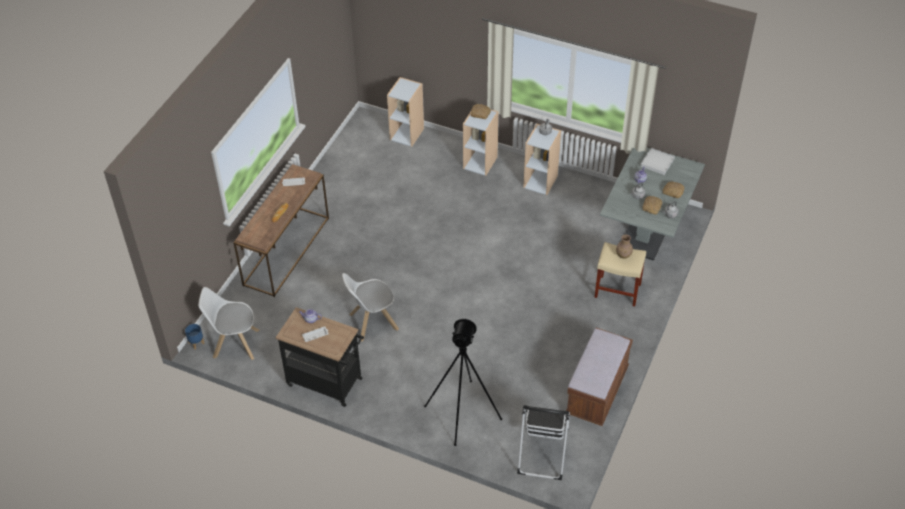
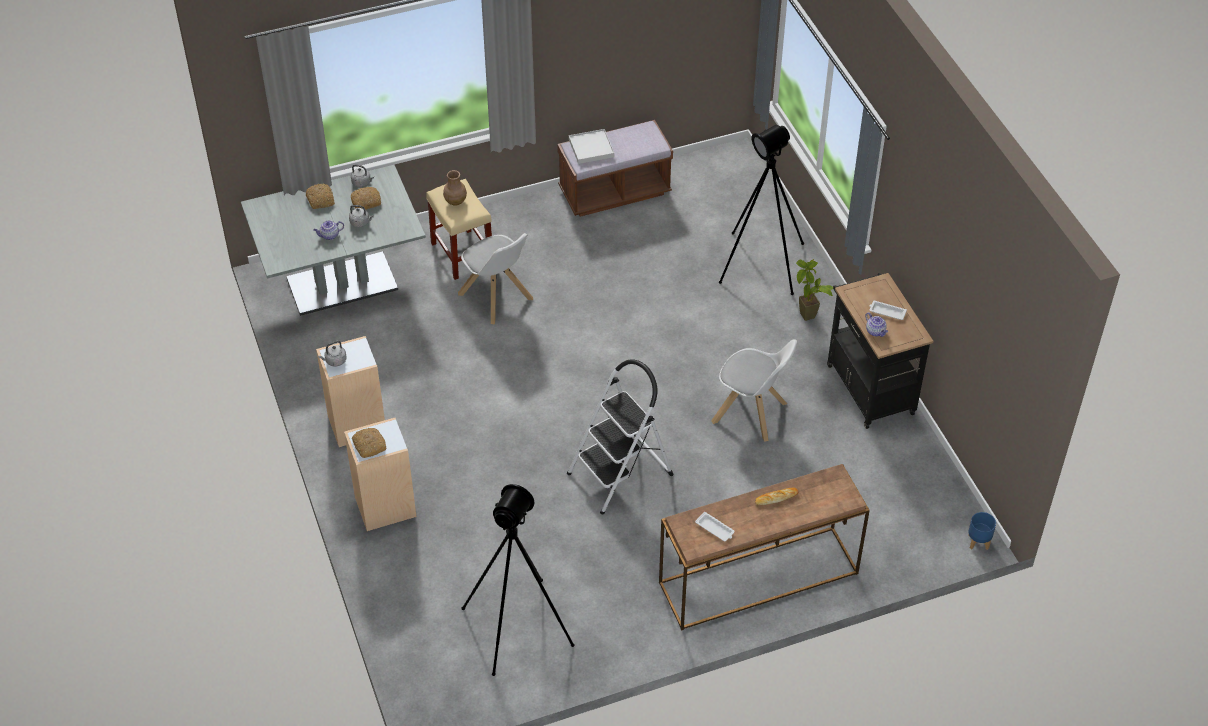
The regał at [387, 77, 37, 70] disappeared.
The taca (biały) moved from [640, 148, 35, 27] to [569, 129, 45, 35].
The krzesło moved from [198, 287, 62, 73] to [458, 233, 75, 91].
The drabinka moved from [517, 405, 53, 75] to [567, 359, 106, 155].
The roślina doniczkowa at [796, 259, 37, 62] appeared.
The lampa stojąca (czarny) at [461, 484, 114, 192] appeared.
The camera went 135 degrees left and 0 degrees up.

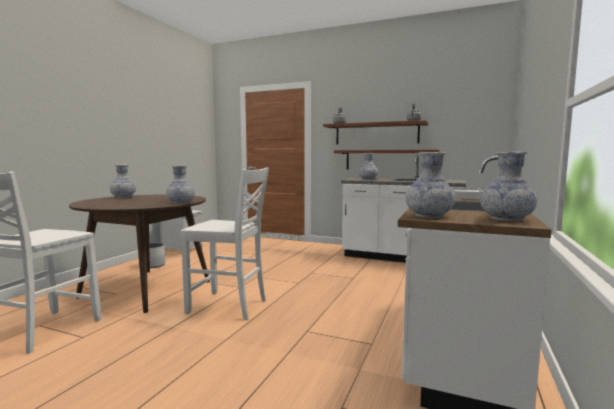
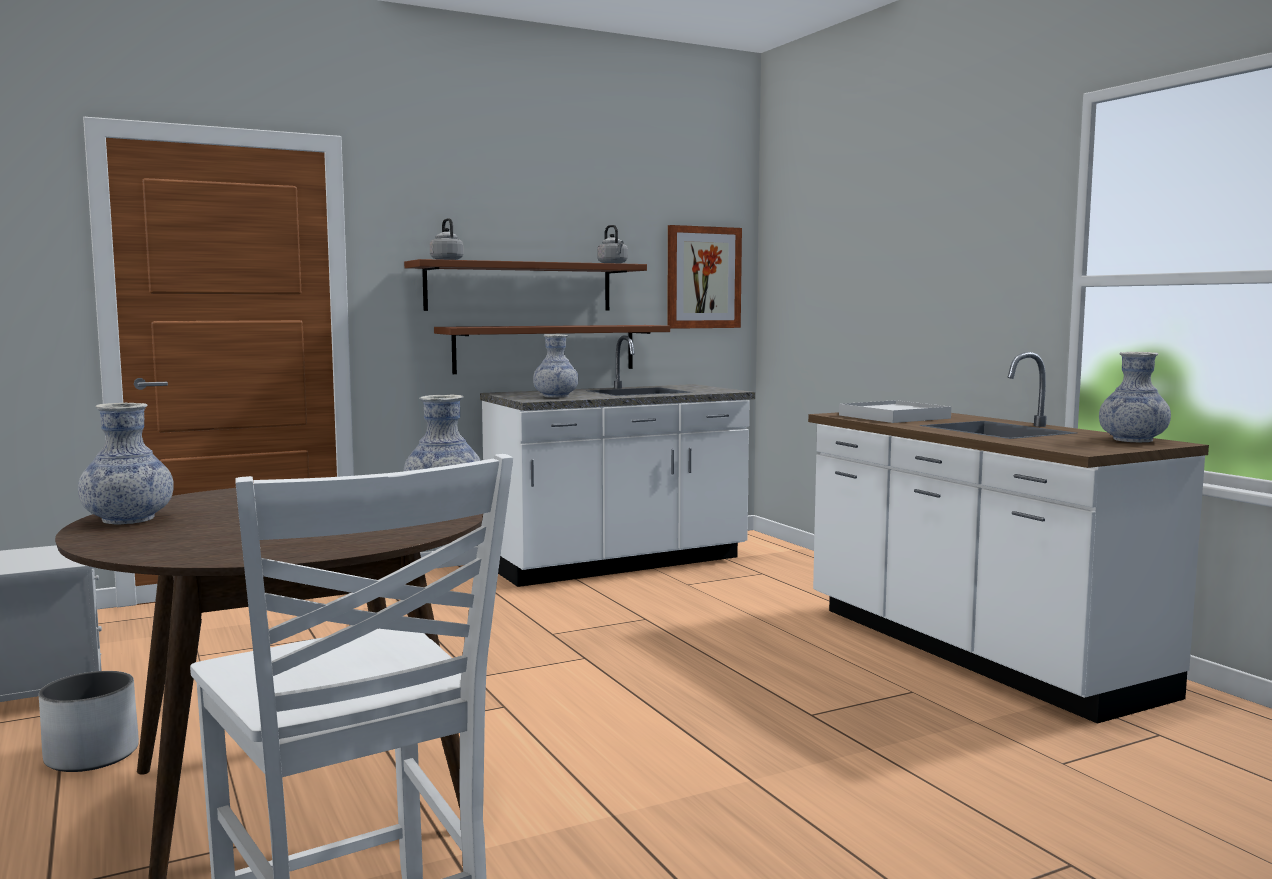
The wazon at [406, 152, 49, 66] disappeared.
The krzesło (biały) at [181, 167, 88, 153] disappeared.
The obraz at [667, 225, 75, 104] appeared.
The camera went 50 degrees left and 0 degrees up.

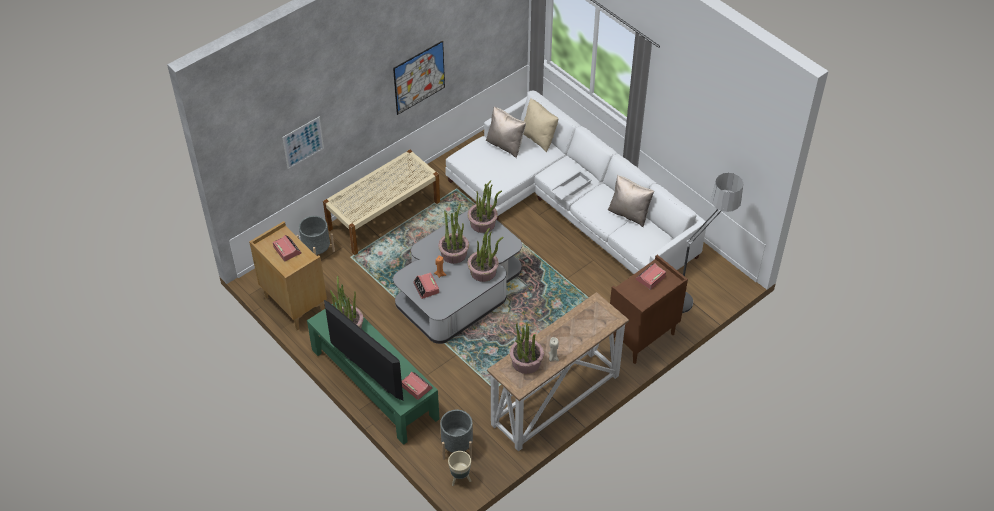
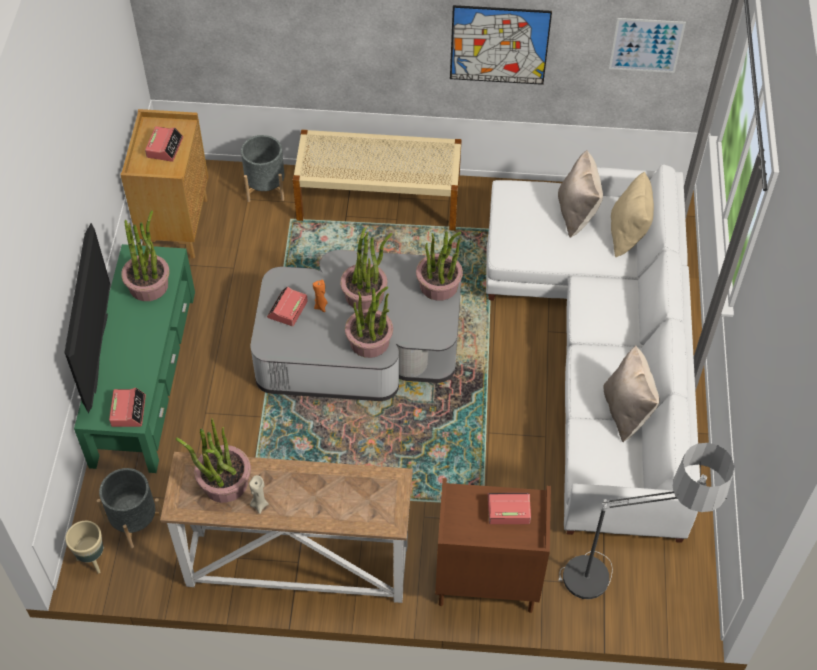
The obraz moved from [282, 117, 42, 52] to [609, 18, 77, 55].
The taca (biały) at [550, 171, 42, 29] disappeared.
The camera went 45 degrees right and 5 degrees up.

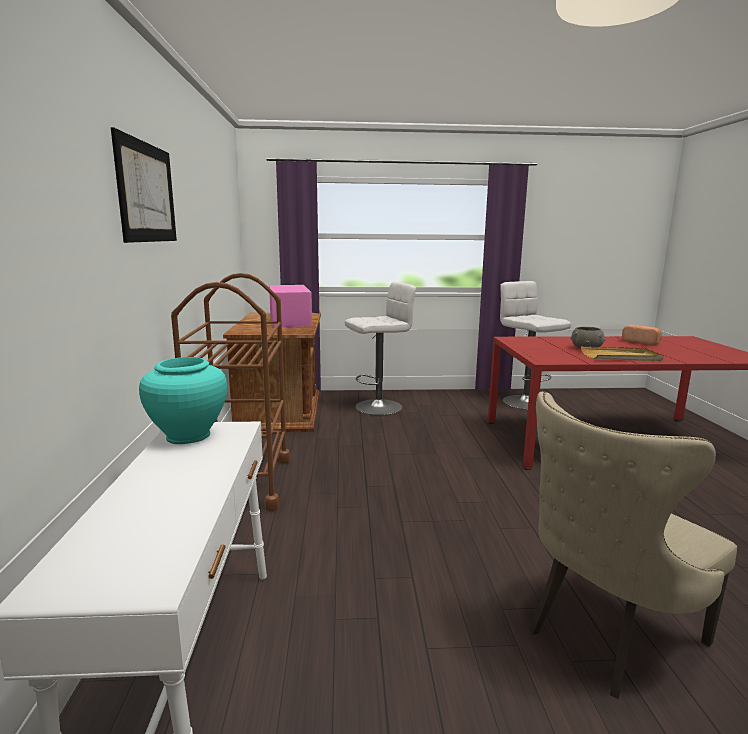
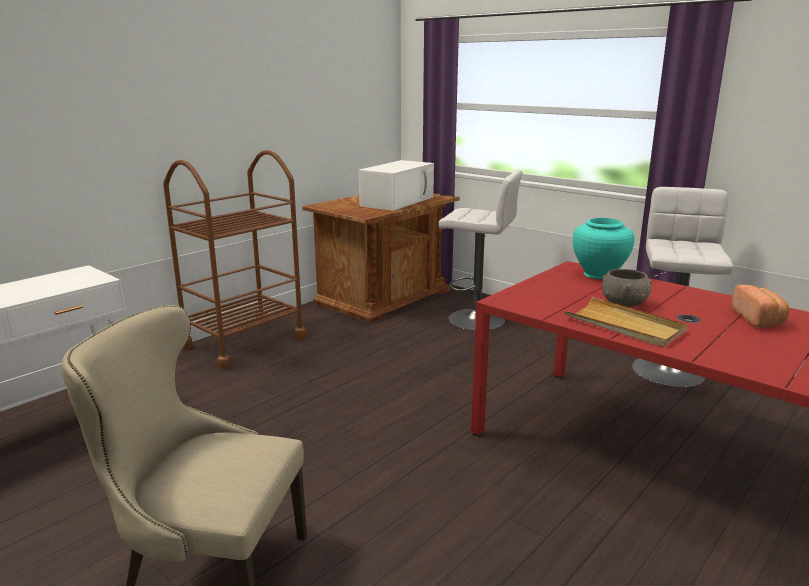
The obraz at [111, 127, 66, 116] disappeared.
The mikrofalówka (różowy) at [269, 285, 43, 42] became the mikrofalówka (biały) at [359, 160, 75, 51].
The wazon (turkusowy) moved from [139, 357, 88, 87] to [573, 218, 62, 62].
The camera went 45 degrees right and 5 degrees up.

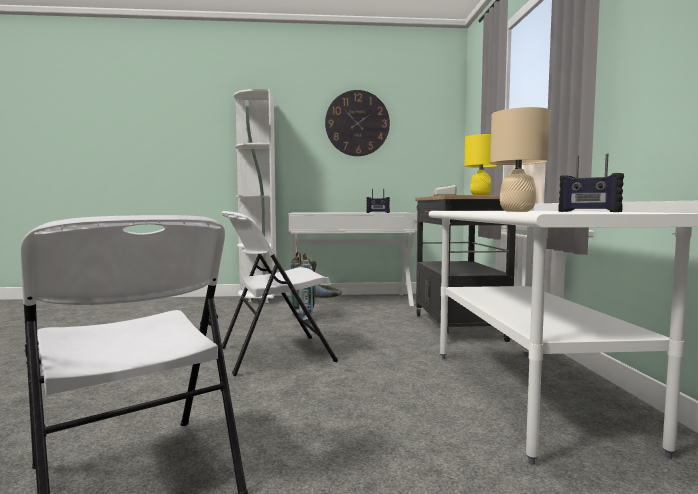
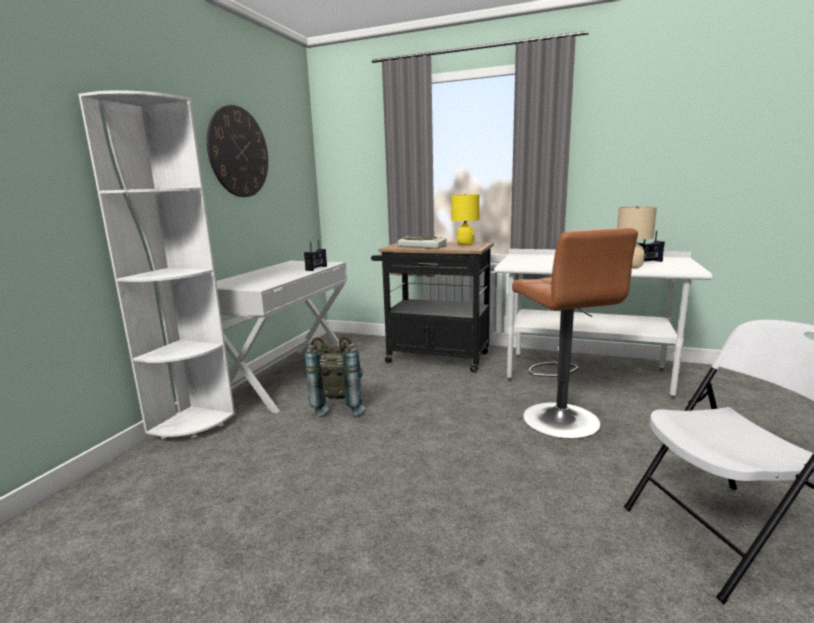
The krzesło (biały) at [221, 211, 117, 165] disappeared.
The stołek (brązowy) at [512, 228, 126, 211] appeared.
The camera went 65 degrees left and 10 degrees up.

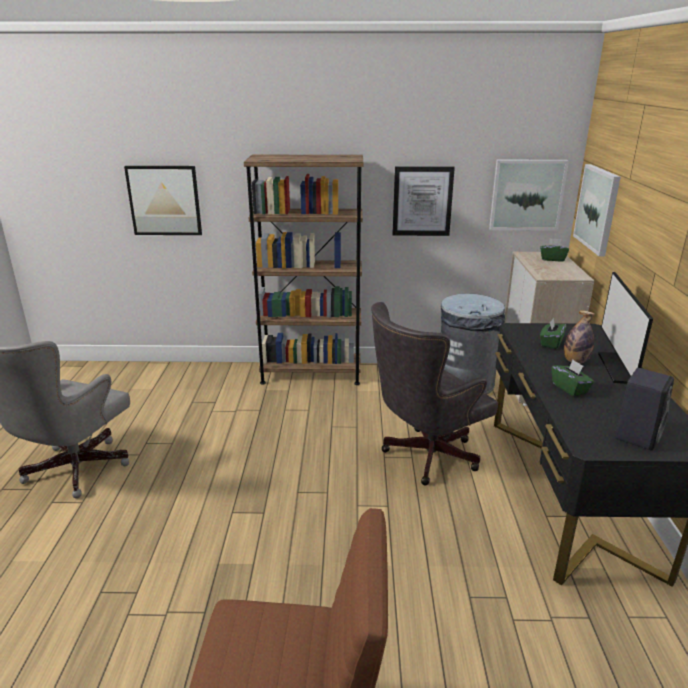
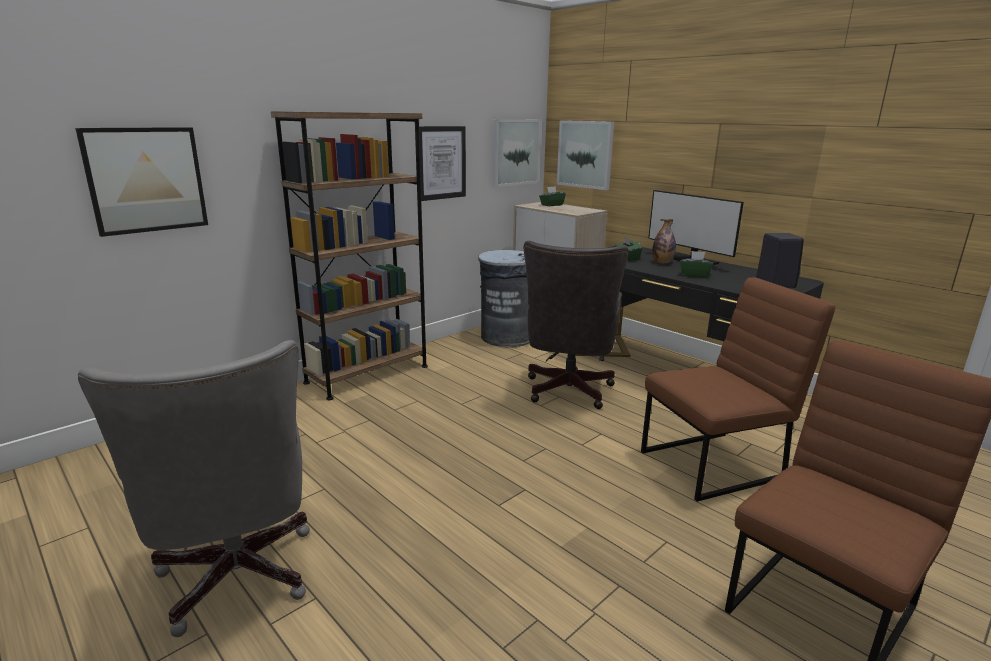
The krzesło (brązowy) at [641, 277, 194, 225] appeared.
The camera went 45 degrees left and 5 degrees down.

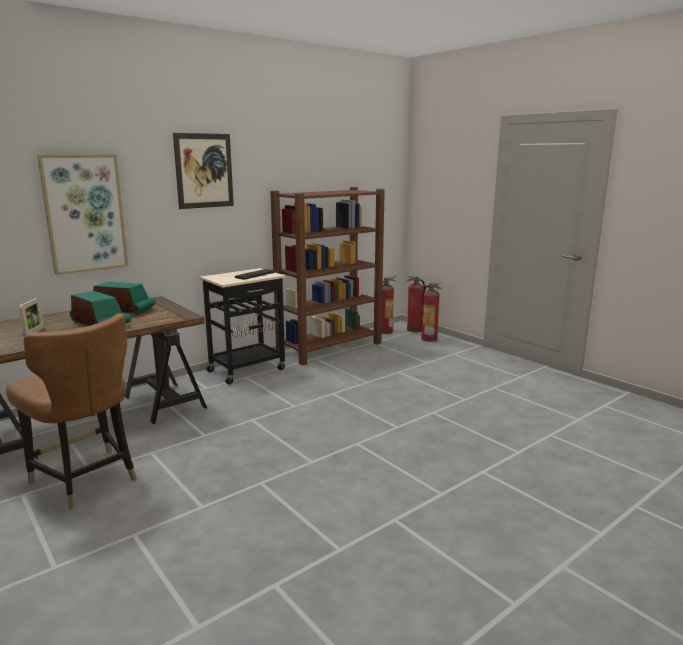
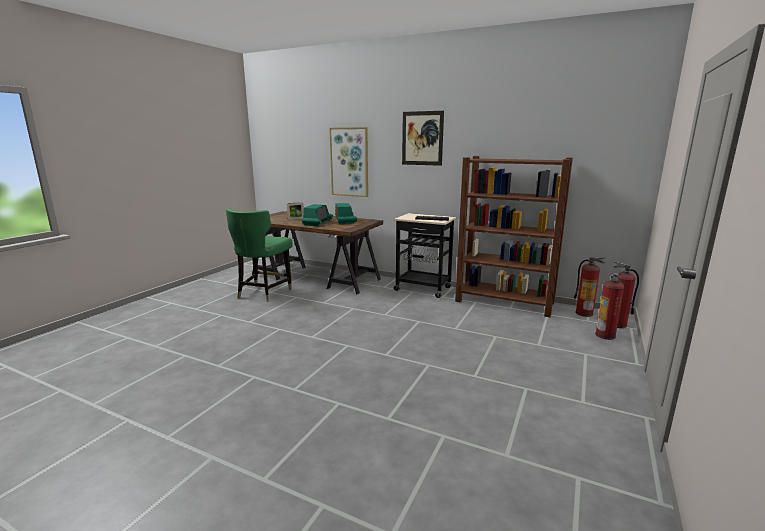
The krzesło (brązowy) at [6, 313, 131, 196] became the krzesło (zielony) at [226, 208, 67, 94].
The camera went 65 degrees right and 0 degrees up.

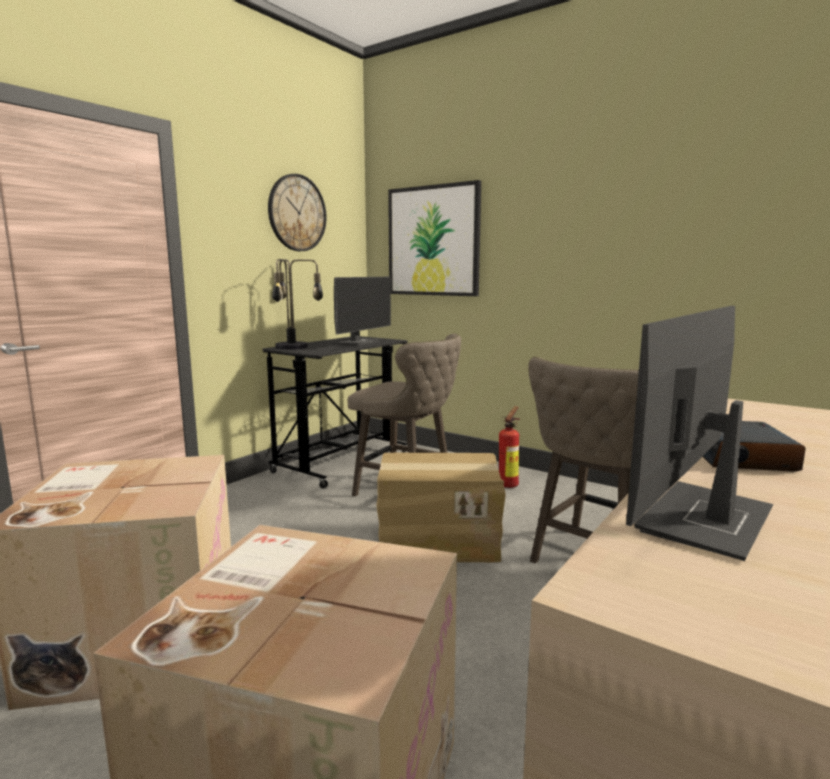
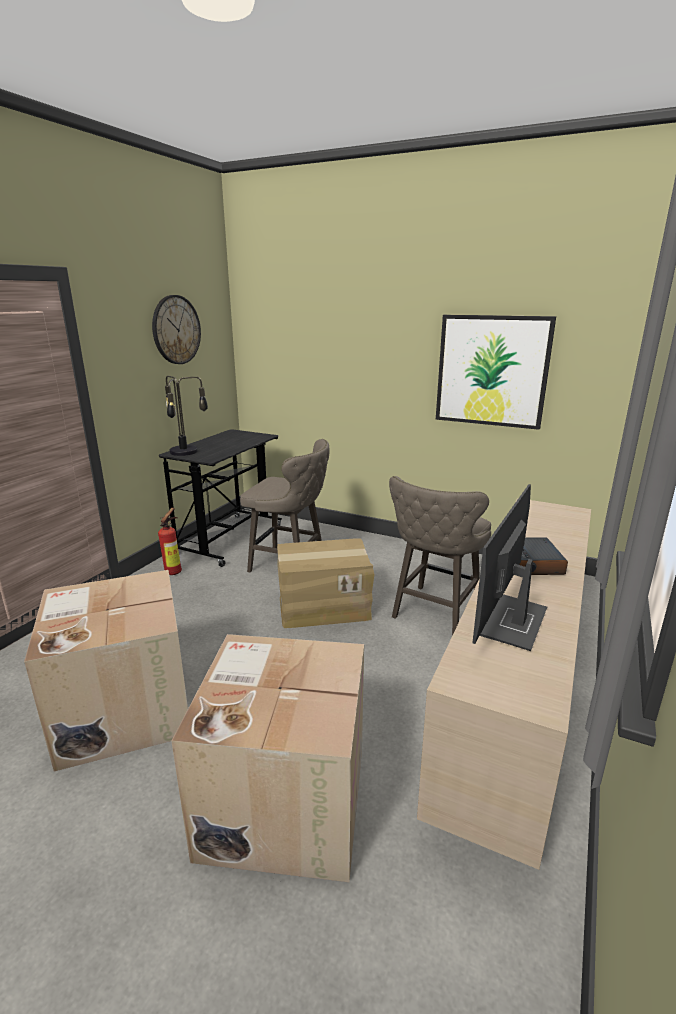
The obraz moved from [388, 180, 93, 116] to [436, 315, 120, 115].
The monitor at [333, 277, 58, 69] disappeared.
The gaśnica moved from [499, 407, 21, 81] to [158, 508, 24, 67].
The camera went 10 degrees left and 10 degrees up.

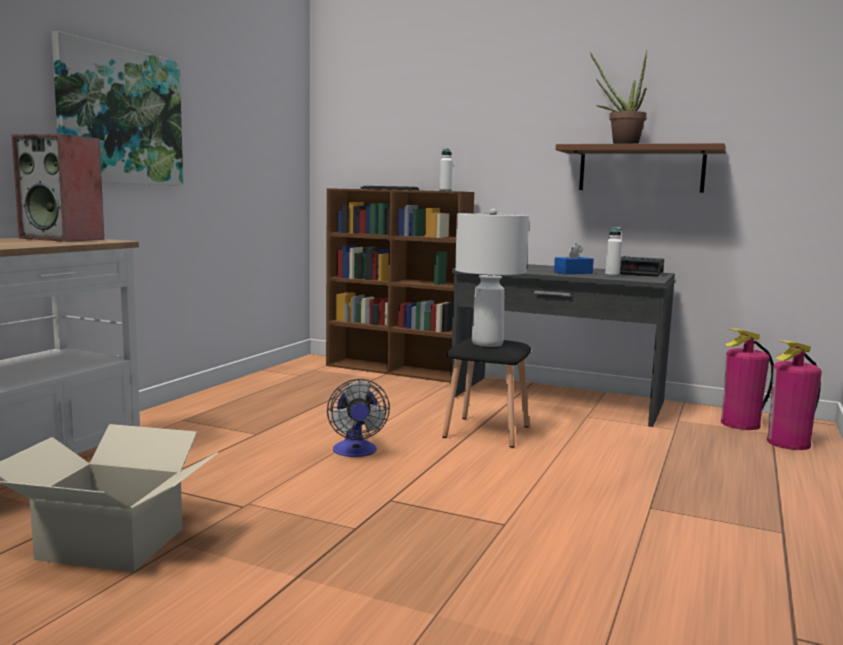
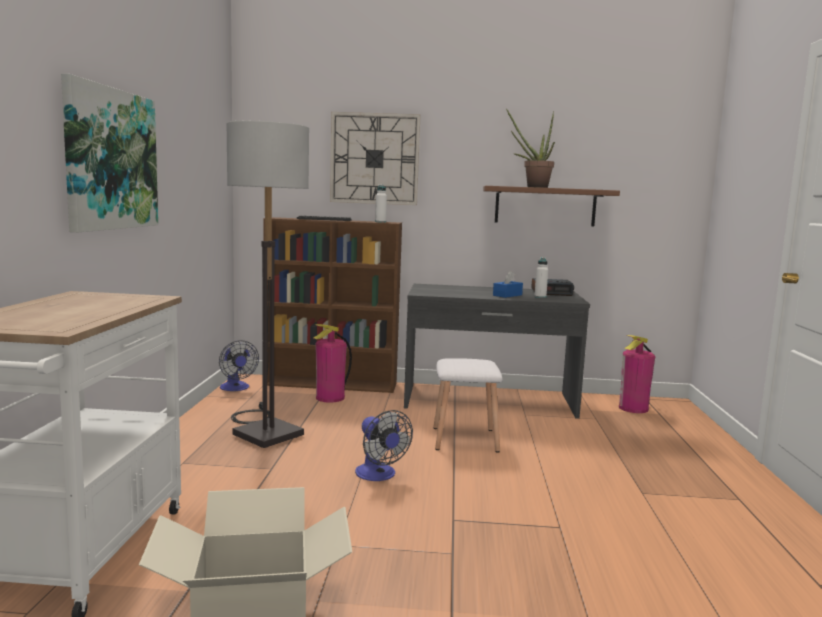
The głośnik at [12, 134, 92, 108] disappeared.
The lampa stołowa (biały) at [455, 209, 74, 138] disappeared.
The stołek (czarny) at [442, 338, 89, 110] became the stołek (biały) at [433, 358, 70, 94].
The gaśnica moved from [767, 340, 55, 110] to [313, 324, 39, 79].
The zegar ścienny at [330, 112, 91, 93] appeared.
The lampa stojąca at [227, 121, 82, 327] appeared.
The wentylator at [219, 340, 40, 51] appeared.
The camera went 20 degrees left and 0 degrees up.

